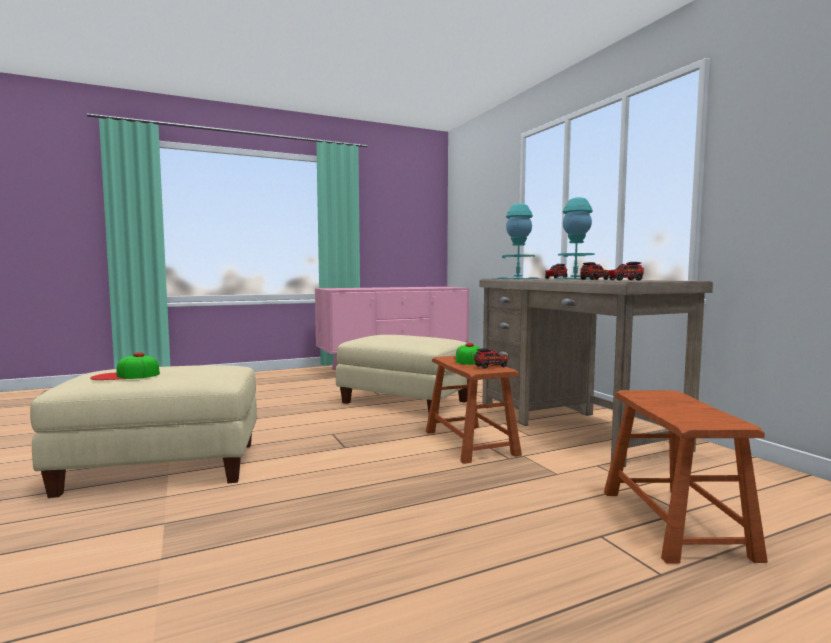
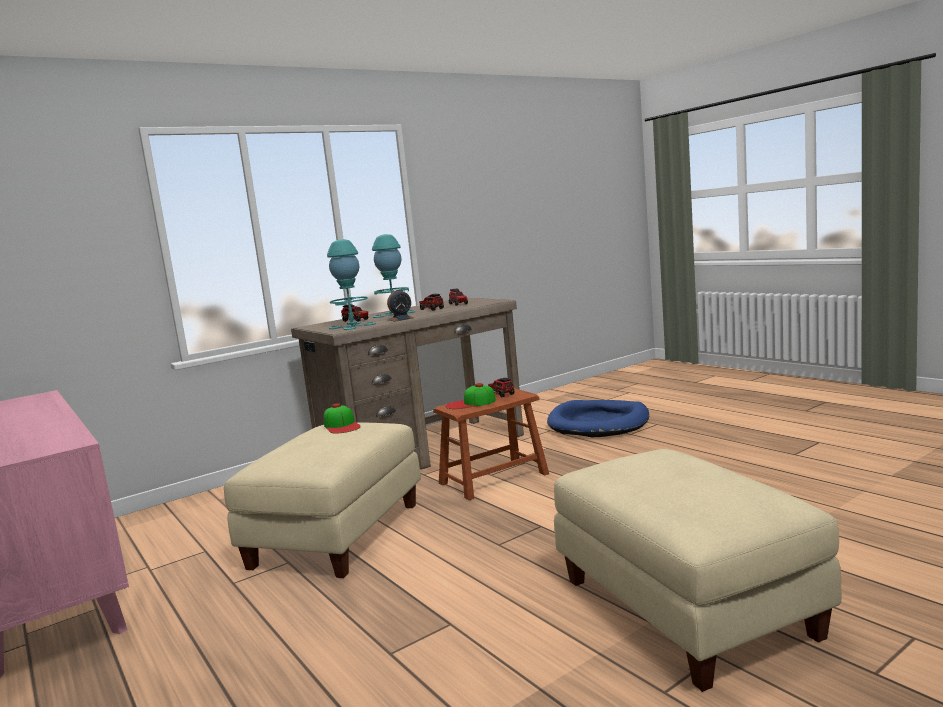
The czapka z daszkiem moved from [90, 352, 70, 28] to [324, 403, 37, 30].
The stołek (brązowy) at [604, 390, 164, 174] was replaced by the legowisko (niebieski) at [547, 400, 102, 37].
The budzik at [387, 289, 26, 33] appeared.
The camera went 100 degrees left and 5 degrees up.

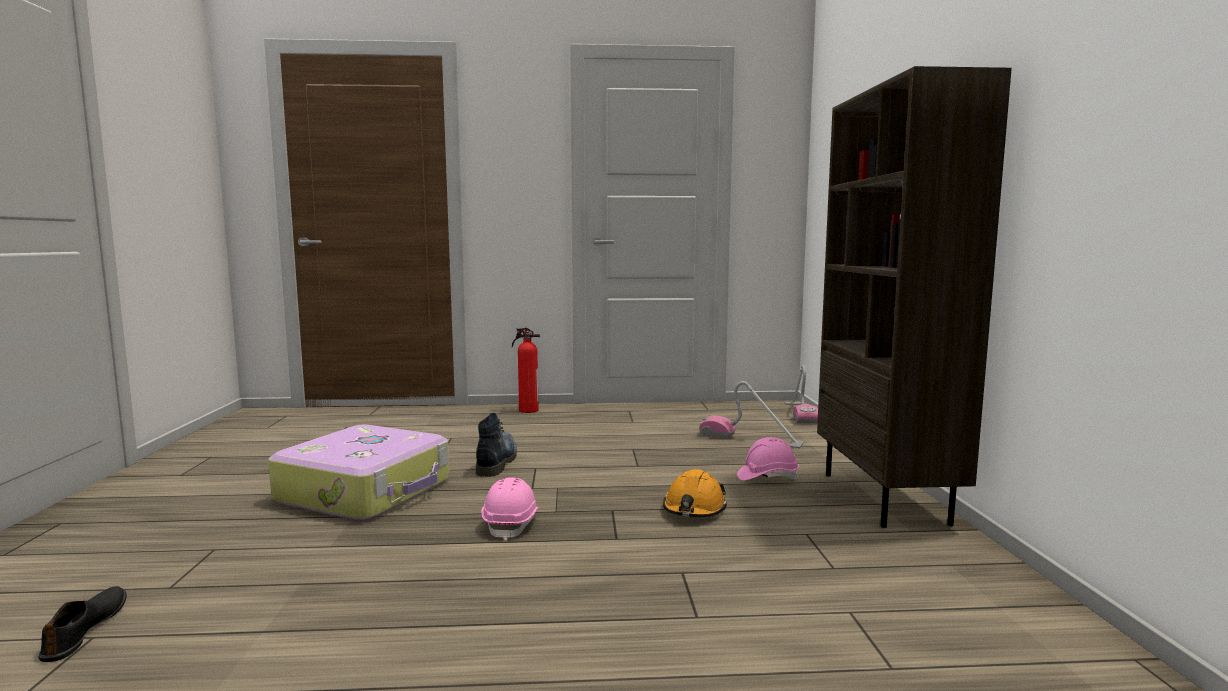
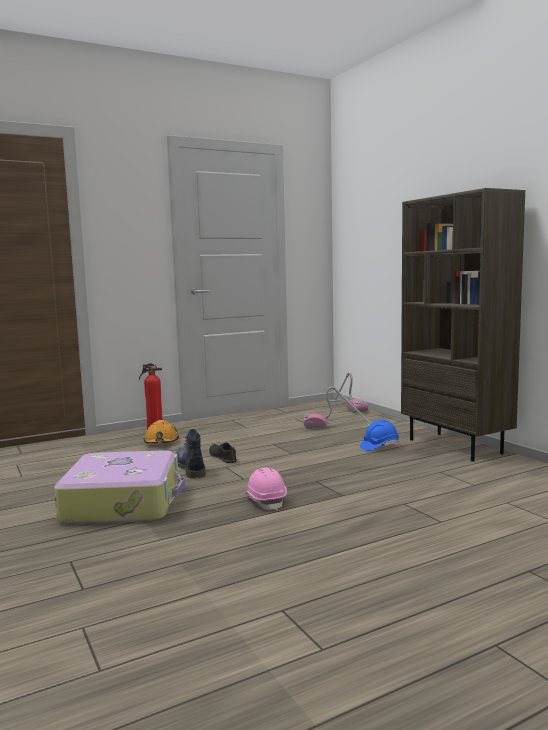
The kask (różowy) at [737, 437, 61, 44] became the kask (niebieski) at [360, 419, 39, 32].
The kask (pomarańczowy) moved from [663, 469, 64, 48] to [143, 420, 36, 24].
The but (czarny) moved from [38, 586, 89, 76] to [209, 443, 28, 20].
The camera went 25 degrees left and 0 degrees up.

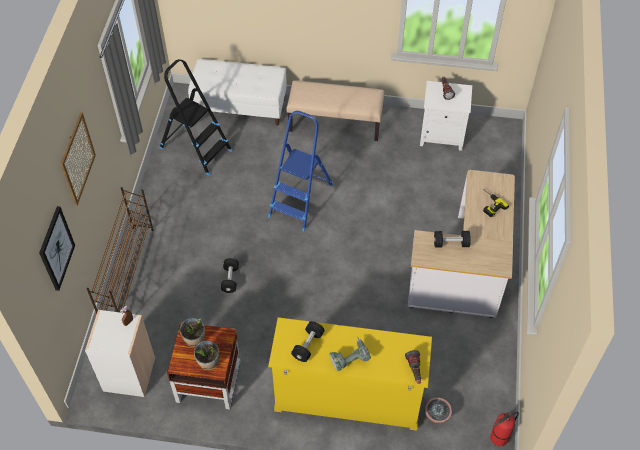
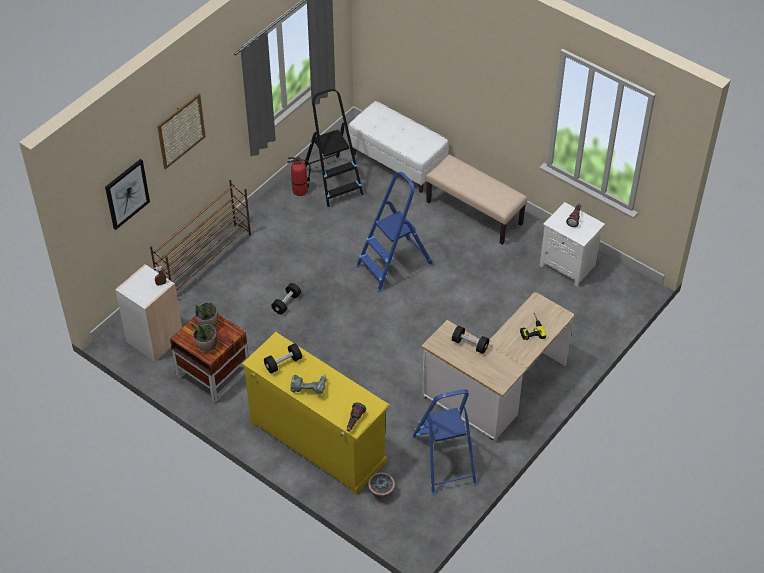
The gaśnica moved from [490, 412, 29, 34] to [287, 156, 24, 40].
The drabinka (niebieski) at [412, 389, 65, 107] appeared.
The camera went 30 degrees right and 5 degrees down.

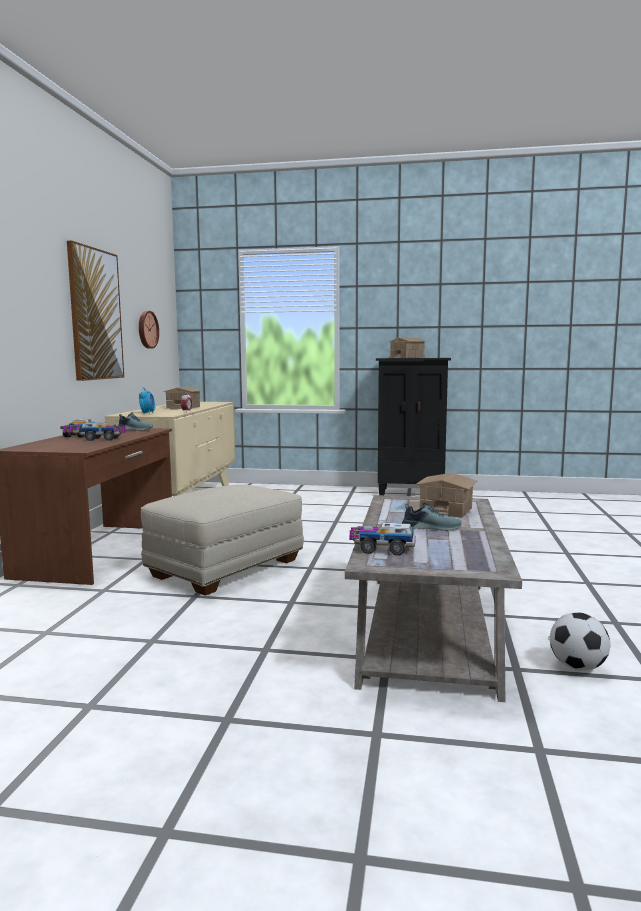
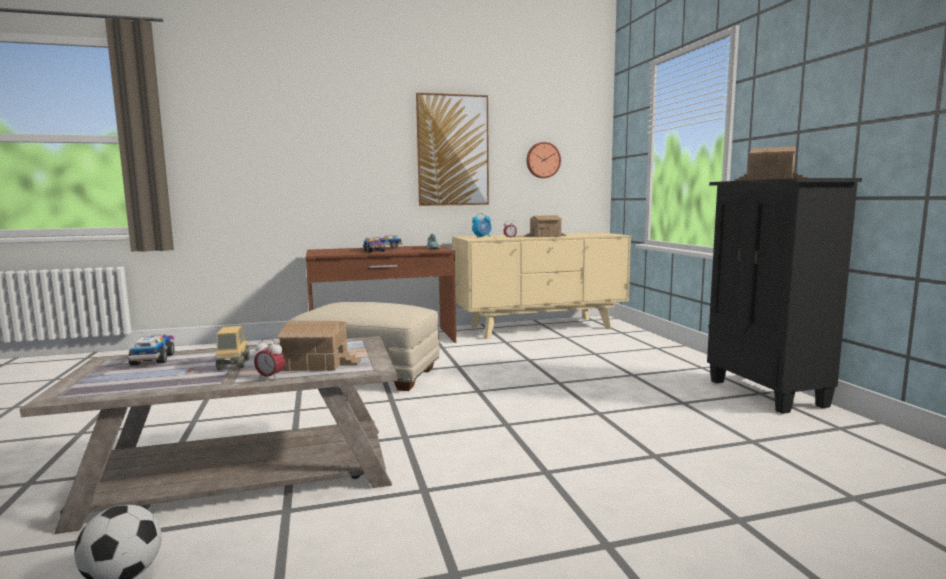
The but at [402, 501, 60, 30] was replaced by the ciężarówka zabawkowa at [215, 326, 35, 44].
The budzik at [254, 338, 31, 42] appeared.
The camera went 65 degrees right and 0 degrees up.

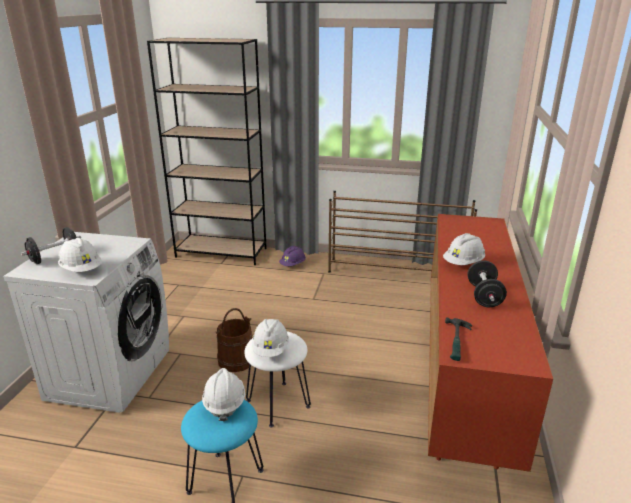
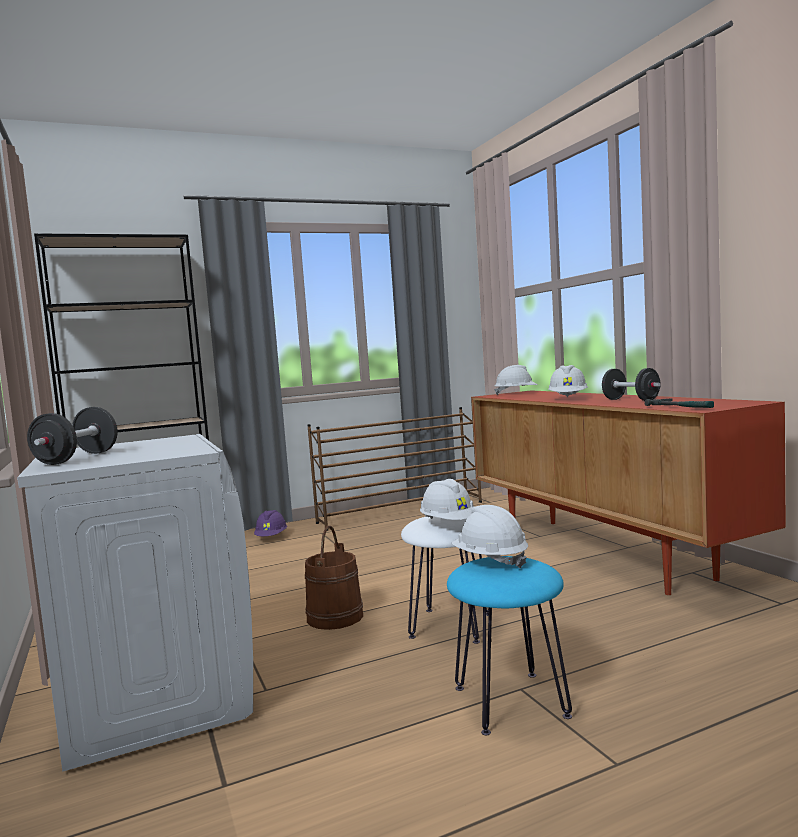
The kask (biały) moved from [58, 238, 44, 34] to [494, 365, 44, 30].
The camera went 35 degrees left and 20 degrees down.

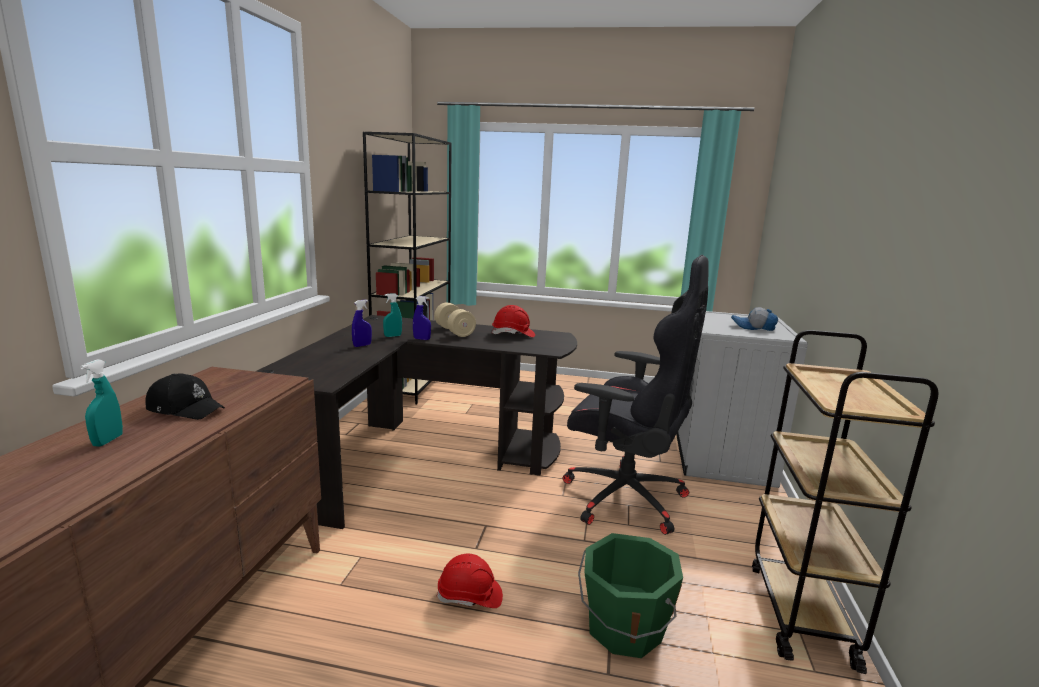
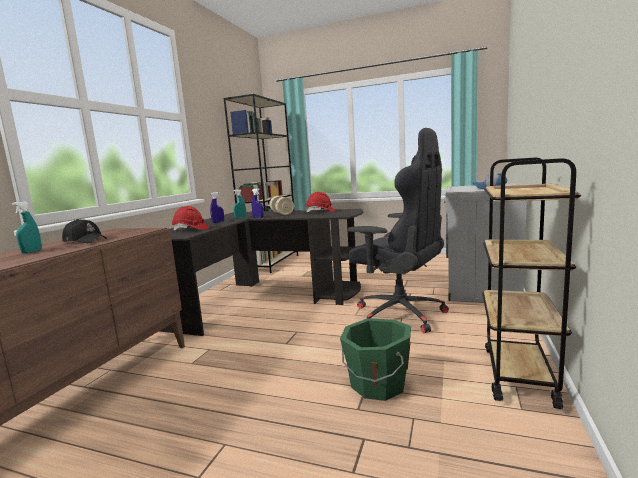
The kask (czerwony) moved from [437, 554, 66, 54] to [172, 206, 37, 24].
The camera went 10 degrees right and 5 degrees down.

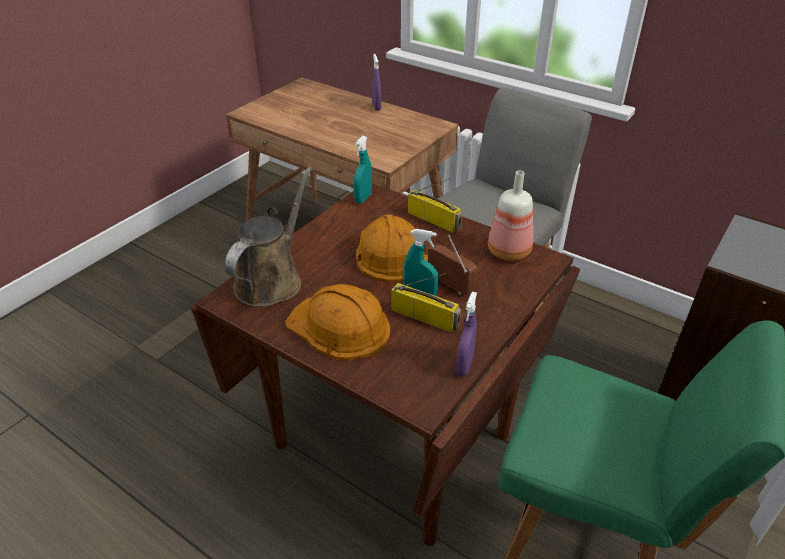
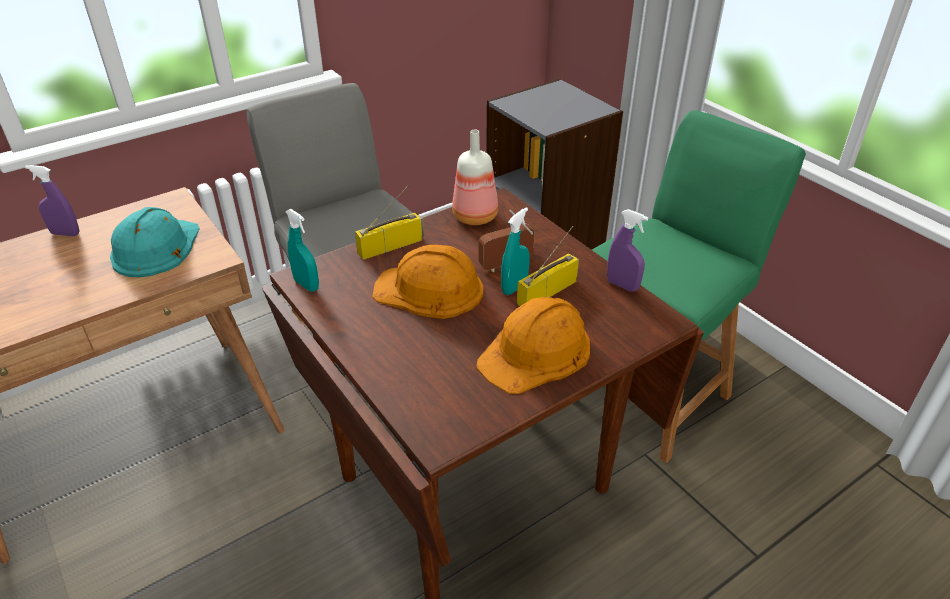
The konewka (brązowy) at [225, 167, 87, 140] disappeared.
The kask (turkusowy) at [110, 207, 90, 70] appeared.
The camera went 70 degrees left and 0 degrees up.

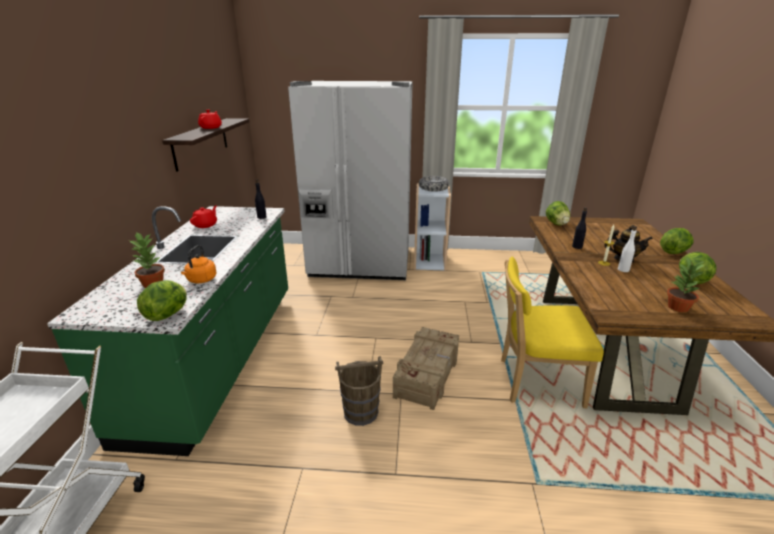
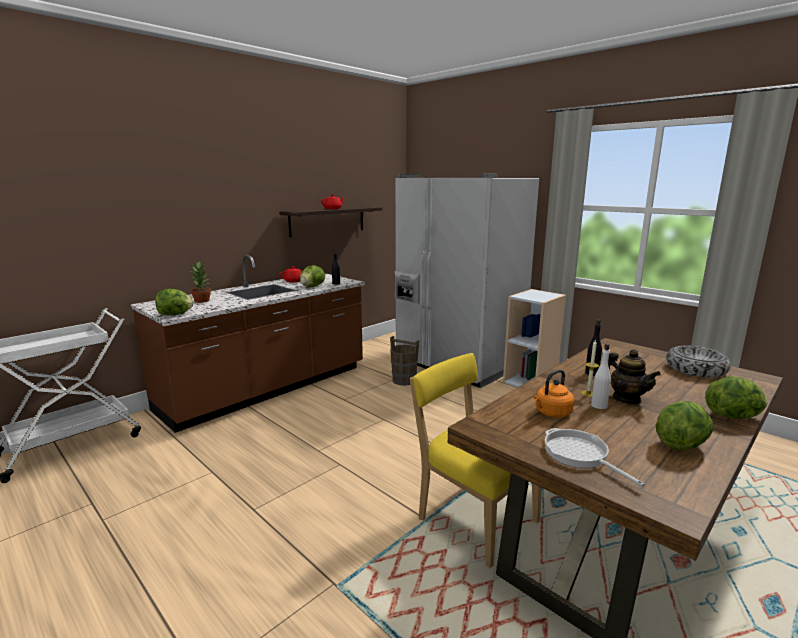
The miska moved from [419, 176, 30, 16] to [666, 345, 65, 32].
The sałata moved from [546, 201, 24, 25] to [300, 265, 25, 22].
The zabudowa kuchenna (zielony) at [47, 206, 241, 250] became the zabudowa kuchenna (brązowy) at [131, 255, 234, 178].
The czajnik (pomarańczowy) moved from [181, 245, 36, 38] to [534, 369, 40, 49].
The roślina doniczkowa at [667, 258, 38, 55] was replaced by the patelnia at [545, 428, 100, 59].
The skrzynka at [393, 327, 66, 83] disappeared.
The wiadro (brązowy) moved from [335, 356, 48, 70] to [390, 336, 29, 50].
The camera went 40 degrees right and 10 degrees down.

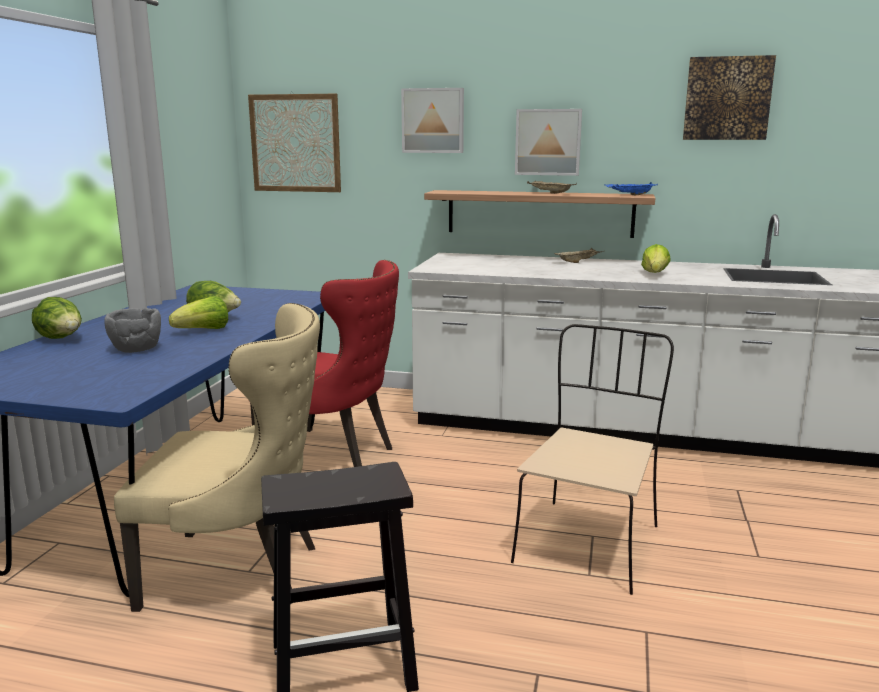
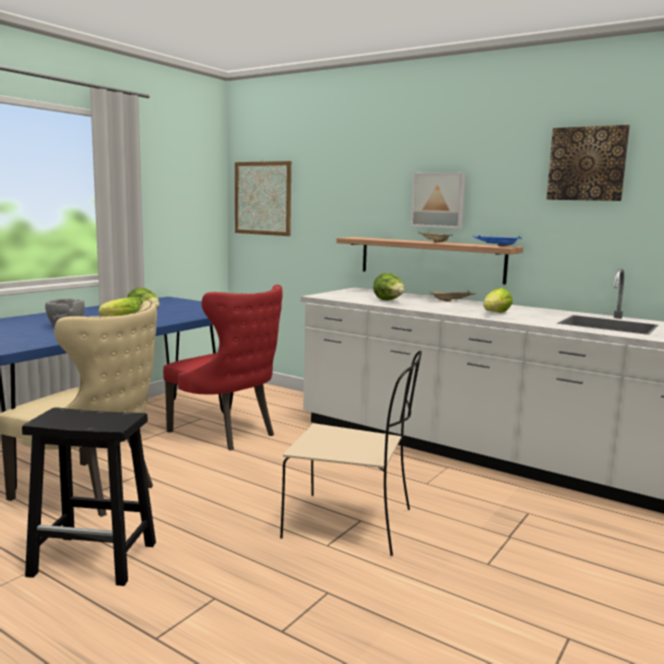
The obraz at [401, 88, 63, 65] disappeared.
The sałata moved from [32, 297, 50, 42] to [373, 273, 32, 28].
The krzesło (beżowy) at [511, 324, 163, 271] turned 60 degrees clockwise.
The camera went 20 degrees right and 5 degrees down.

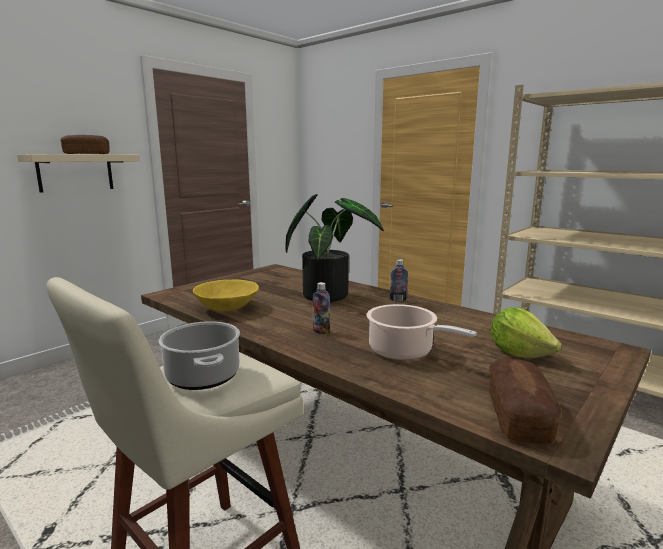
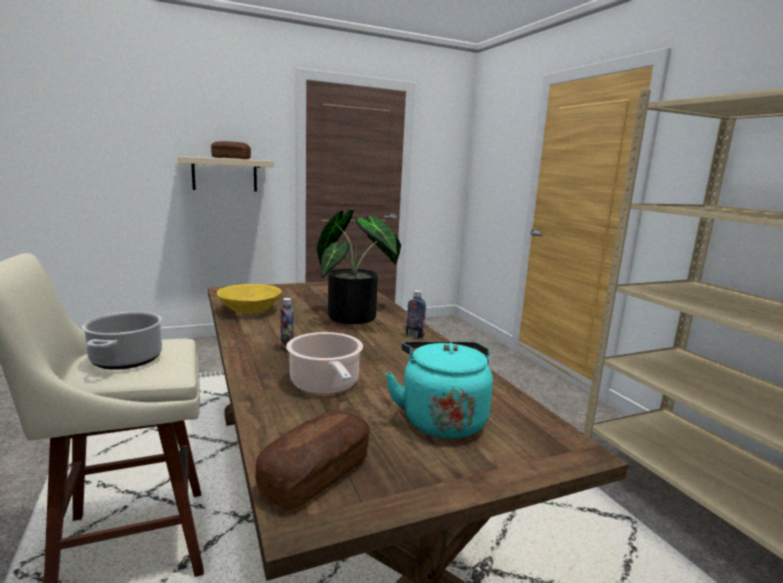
The sałata at [490, 307, 72, 51] was replaced by the czajnik (turkusowy) at [385, 342, 108, 97].
The camera went 25 degrees right and 0 degrees up.

